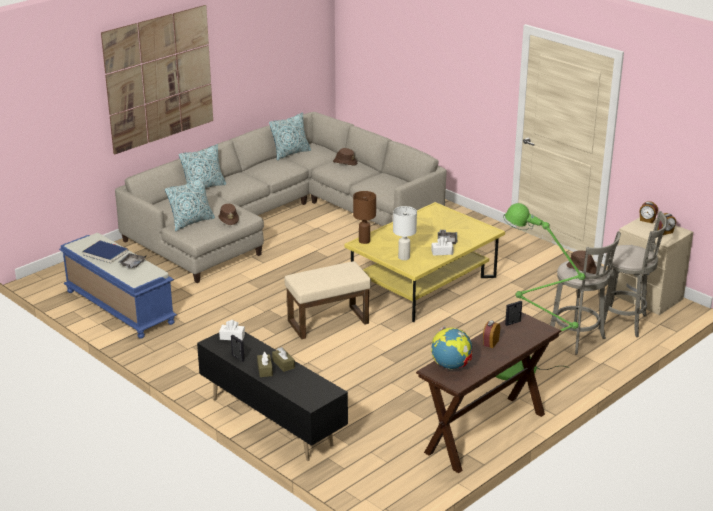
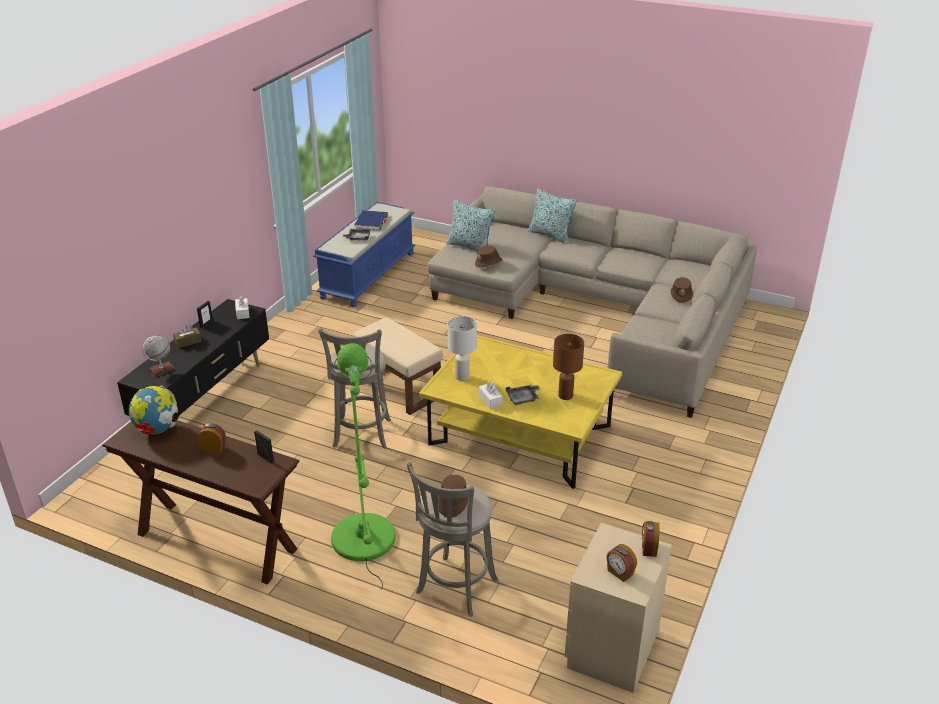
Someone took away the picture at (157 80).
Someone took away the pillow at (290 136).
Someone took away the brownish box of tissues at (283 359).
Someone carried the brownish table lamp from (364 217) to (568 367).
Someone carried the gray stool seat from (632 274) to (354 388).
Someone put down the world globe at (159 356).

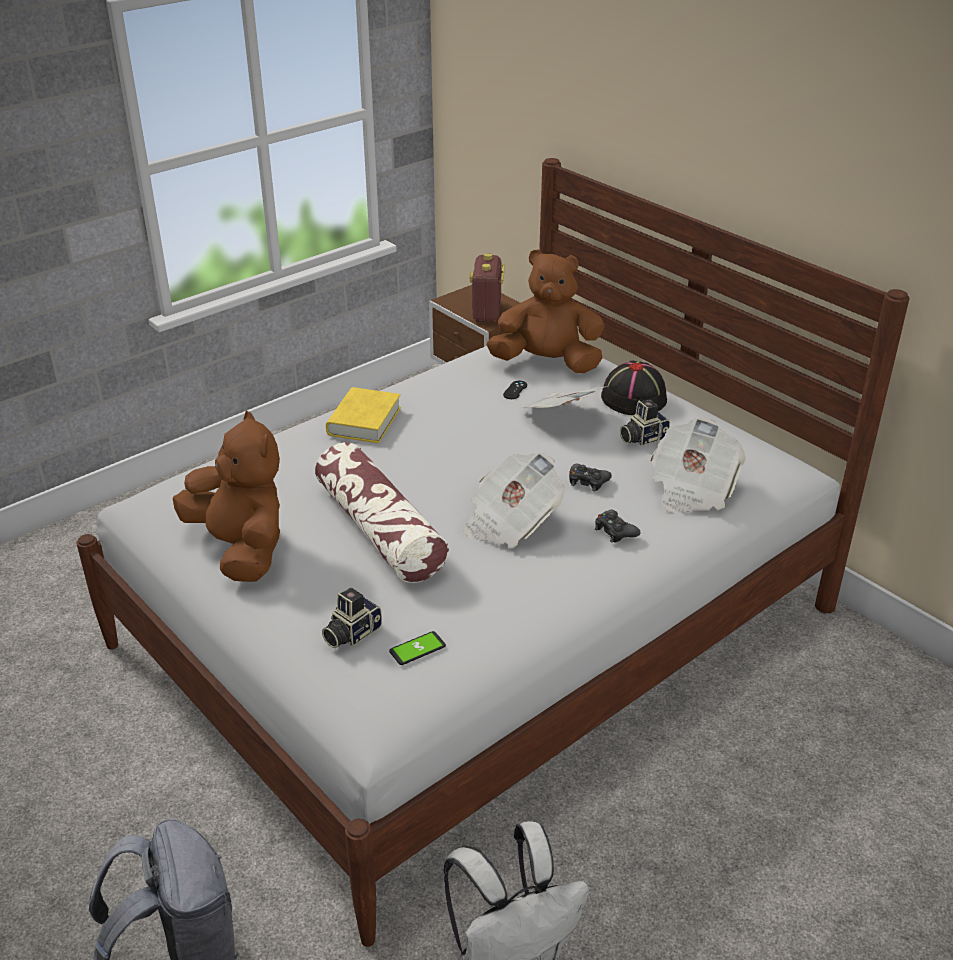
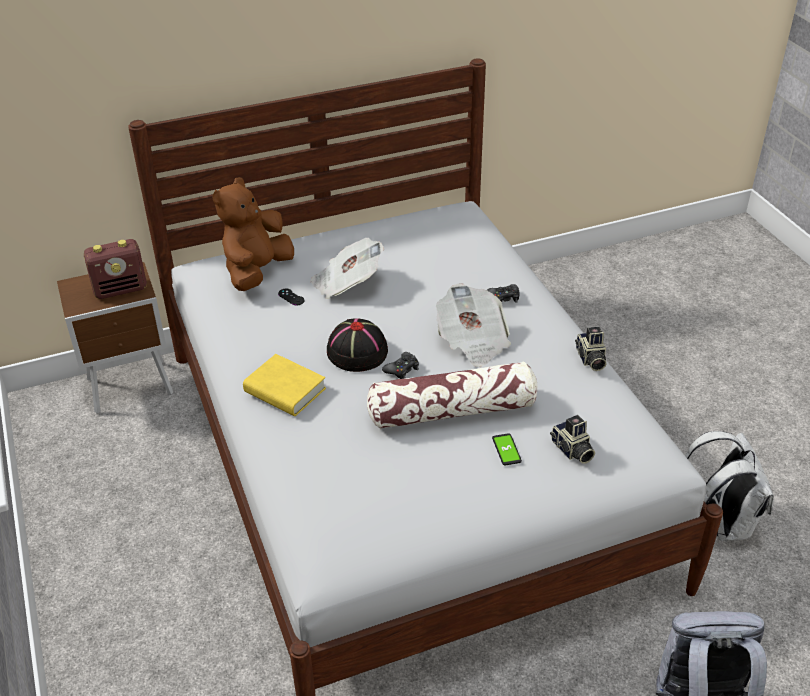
Someone took away the brownish cuddly toy at (226 496).
Someone carried the phone from (417 648) to (507 449).
Someone rotated the radio at (487 287) by 45 degrees counterclockwise.
Someone carried the black game controller from (590 478) to (400 365).
Someone carried the black hat from (634 388) to (357 345).
Someone carried the photo camera from (645 423) to (591 349).
Someone took away the printed paper at (698 465).

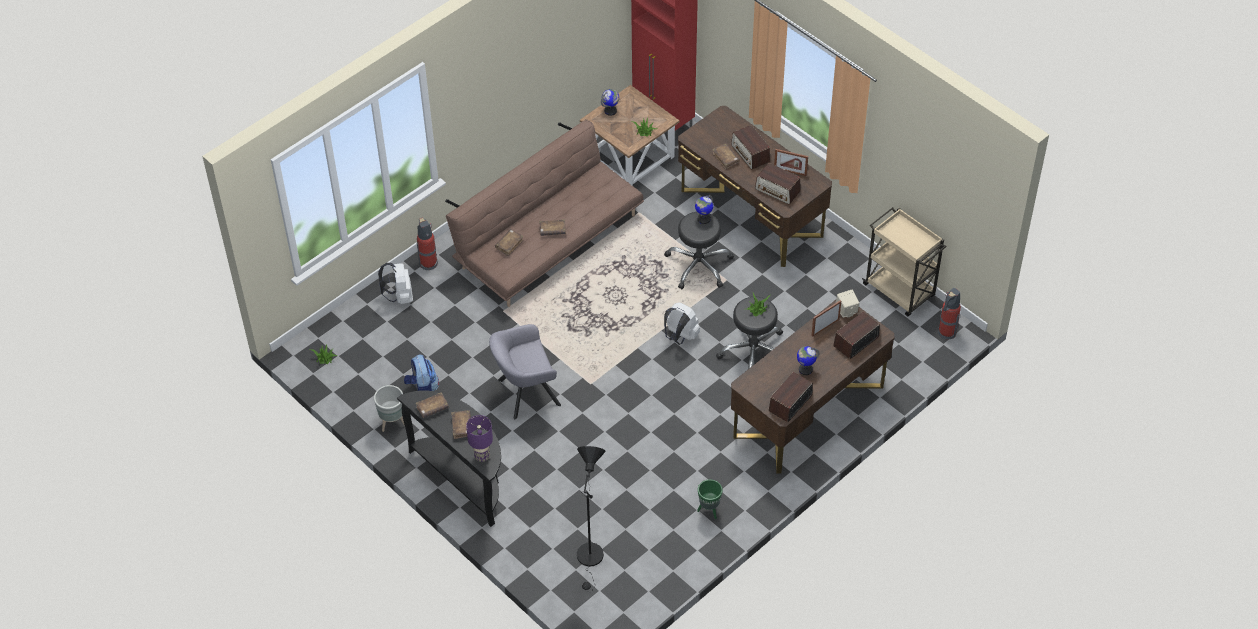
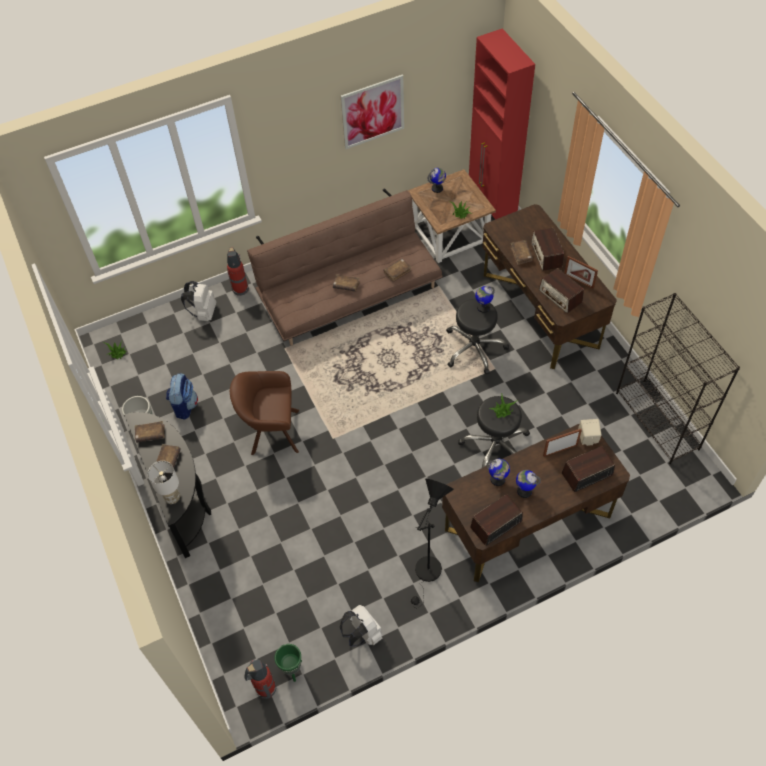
Someone repainted the purple table lamp at (479 438), which became the whitish table lamp at (163 482).
Someone repainted the gray easy chair at (525 371), which became the brownish easy chair at (264 413).
Someone carried the brownish volume from (509 242) to (397 270).
Someone carried the black floor lamp from (591 519) to (432 543).
Someone carried the whitish rucksack from (682 323) to (361 626).
Someone carried the green-coloured flower pot from (710 499) to (288 663).
Someone swapped the beige cart at (904 261) for the black bookcase at (678 378).
Someone carried the fire extinguisher from (949 314) to (260 679).
Someone put up the picture at (372 112).
Someone put down the world globe at (498 472).

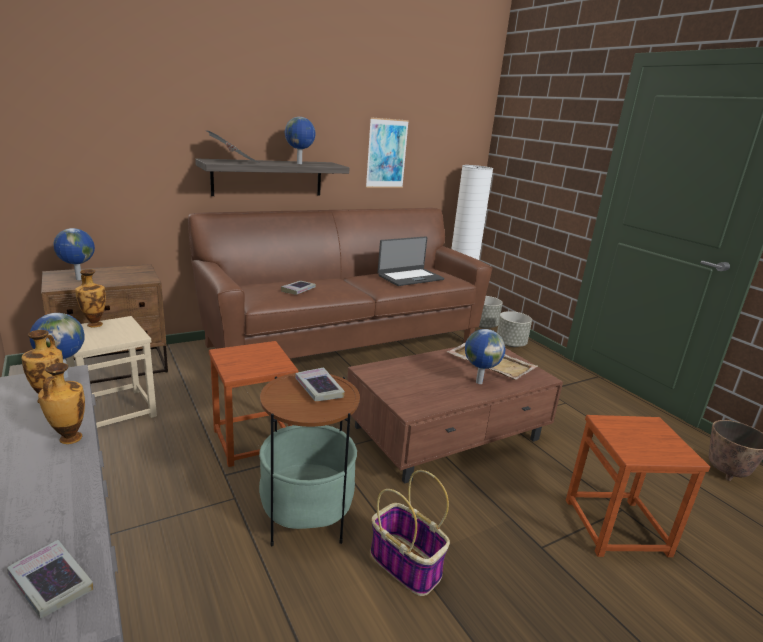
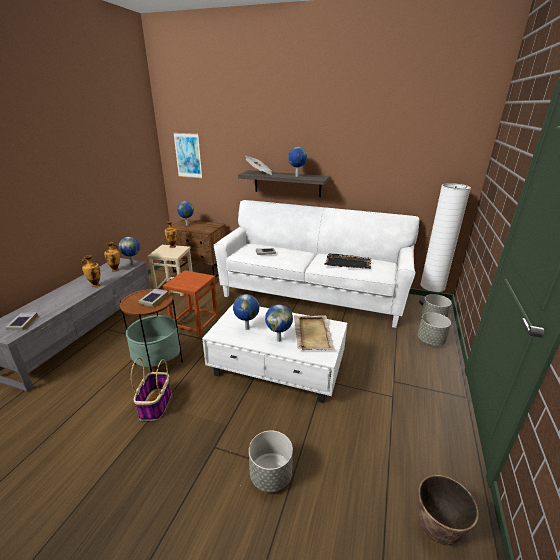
Someone repainted the brownish sofa at (340 298), which became the whitish sofa at (316 264).
Someone repainted the brownish low table at (455 415), which became the whitish low table at (274 353).
Someone carried the picture from (387 152) to (187 155).
Someone swapped the portable computer at (411 261) for the black serving tray at (347 261).
Someone swapped the brownish stool seat at (638 486) for the gray flower pot at (271 461).
Someone put down the world globe at (246 312).

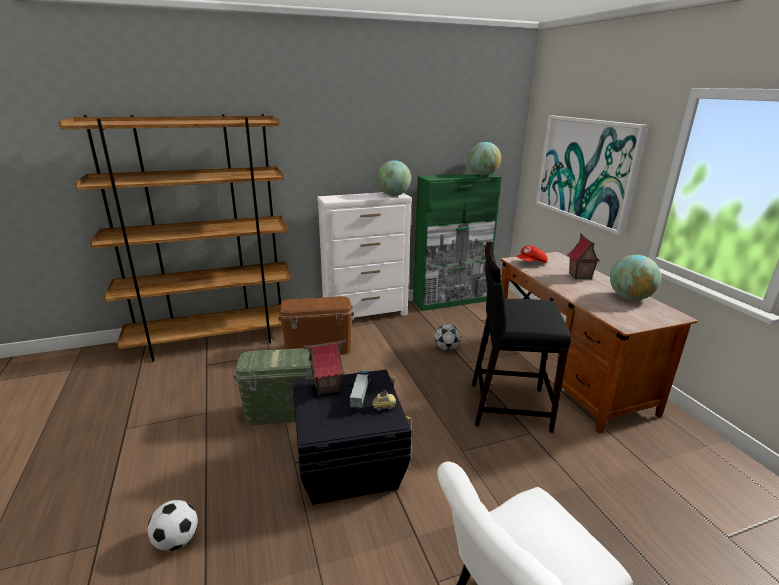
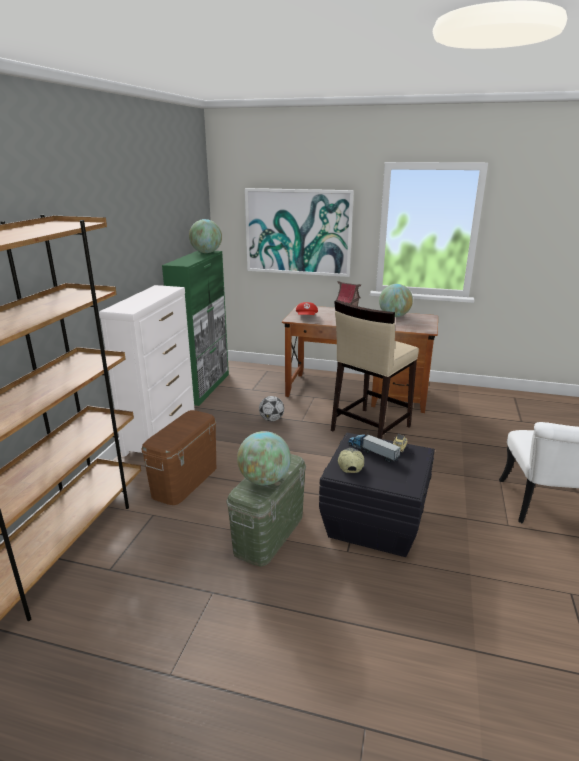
Someone took away the ball for football at (172 525).
Someone swapped the miniature house at (324 367) for the peaked cap at (351 460).
Someone carried the world globe from (394 178) to (264 458).
Someone repainted the black stool seat at (521 337), which became the beige stool seat at (375 369).

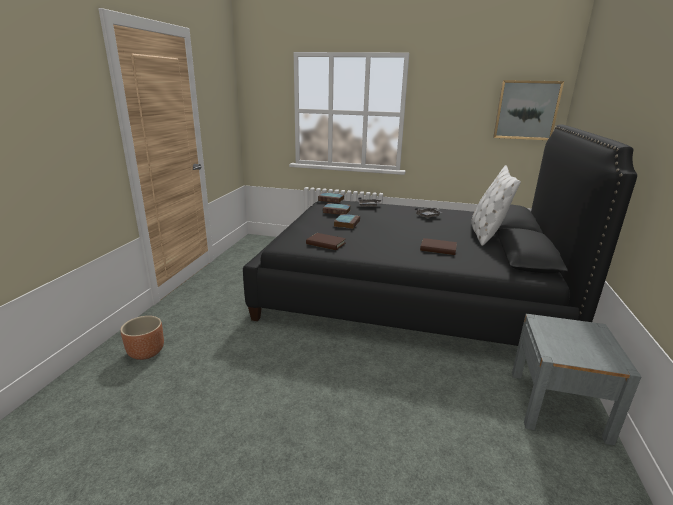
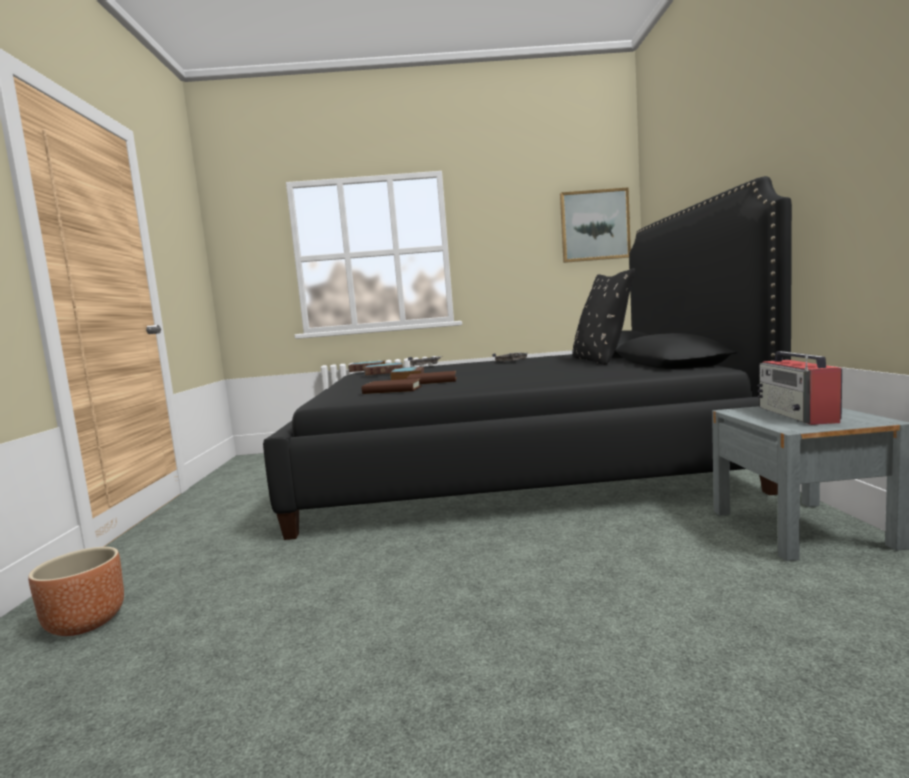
Someone carried the brownish volume from (438 246) to (431 377).
Someone repainted the whitish pillow at (496 205), which became the black pillow at (603 316).
Someone put down the radio at (799 388).

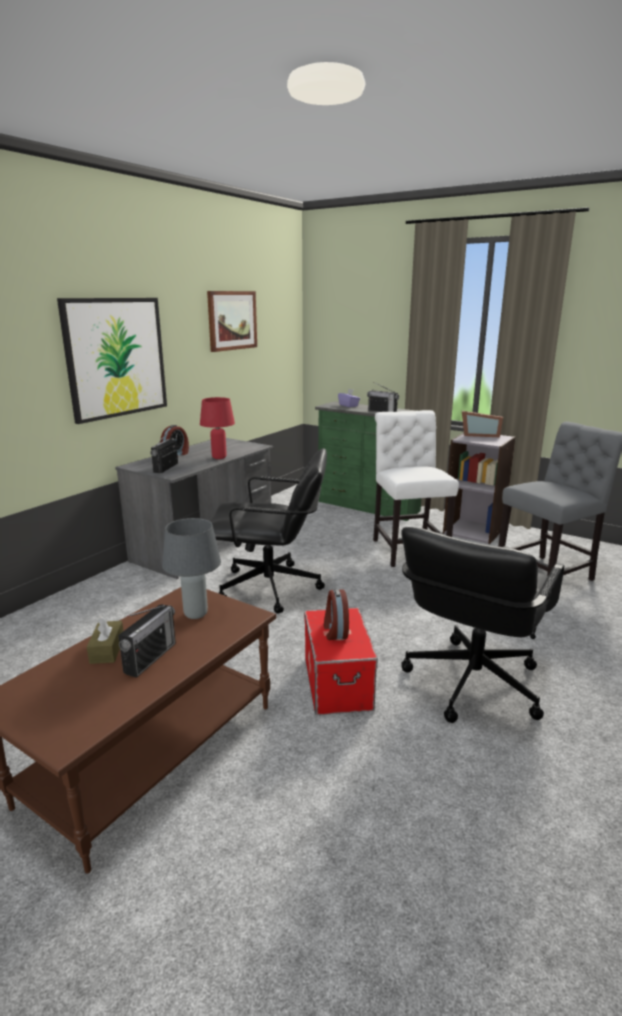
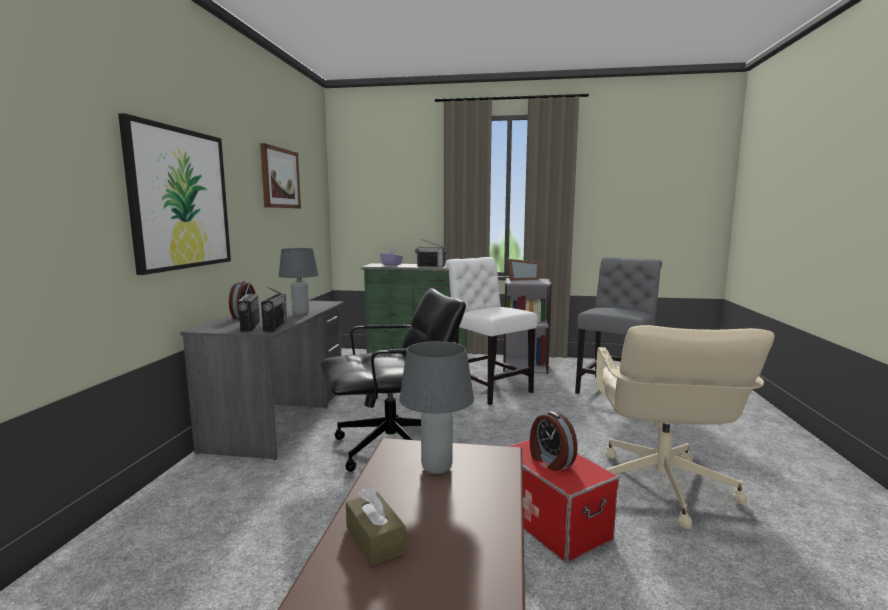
Someone carried the radio from (147 641) to (274 309).
Someone repainted the red-coloured table lamp at (217 428), which became the gray table lamp at (299 281).
Someone repainted the black computer chair at (482 625), which became the beige computer chair at (685 427).

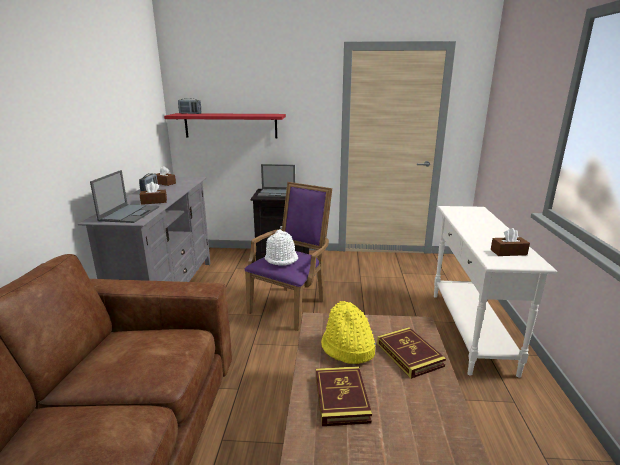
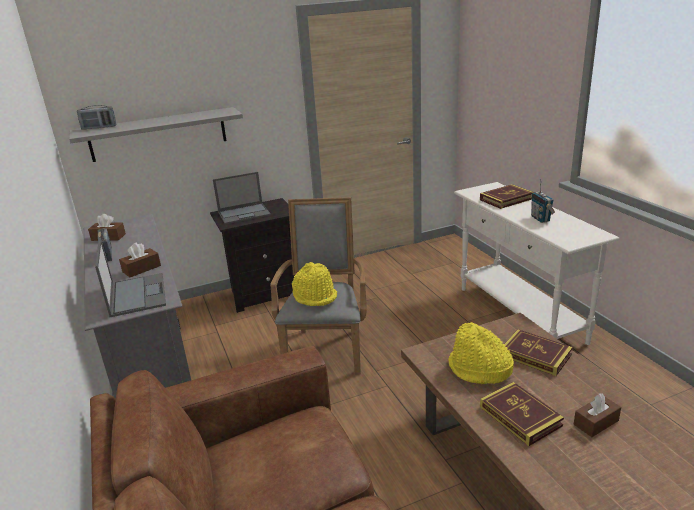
Someone repainted the red-coloured wall shelf at (225 125), which became the gray wall shelf at (156 134).
Someone repainted the purple easy chair at (288 256), which became the gray easy chair at (318 285).
Someone repainted the whitish hat at (281 248), which became the yellow-coloured hat at (314 284).
Someone carried the brownish box of tissues from (510 242) to (597 415).
Someone put down the volume at (507 196).
Someone put down the radio at (543 201).

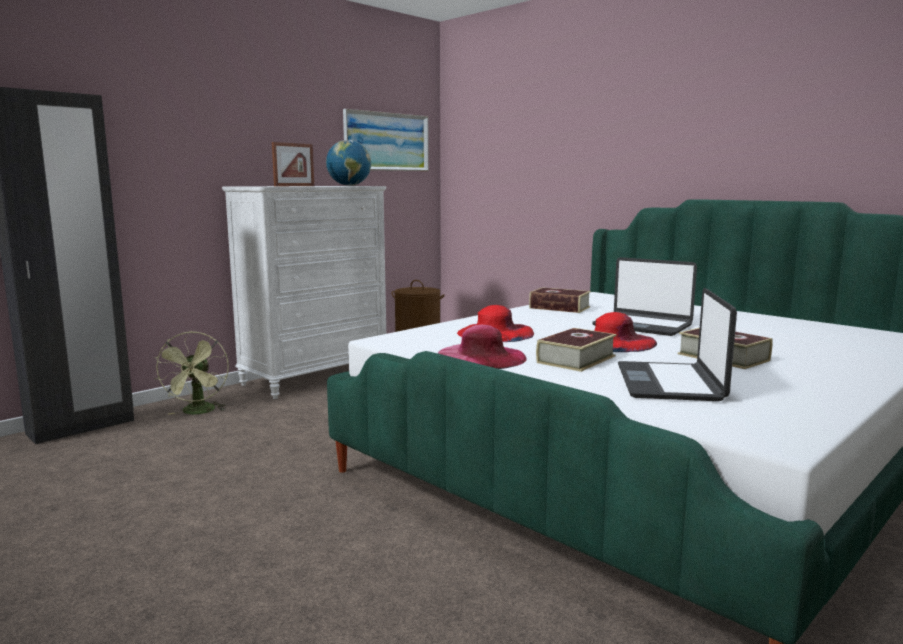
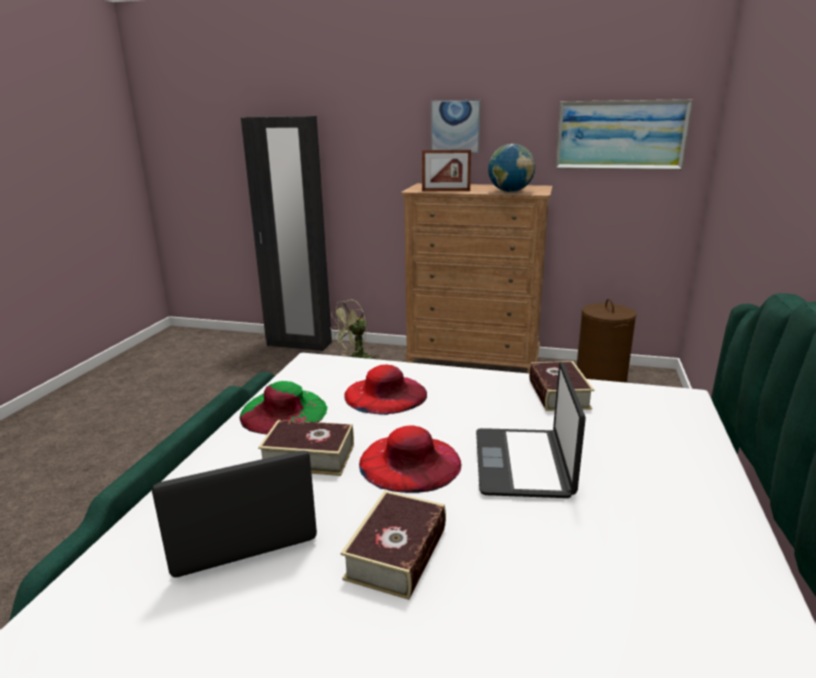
Someone repainted the whitish dresser at (304 292), which became the brownish dresser at (477 278).
Someone repainted the pink hat at (482 347), which became the green-coloured hat at (283 407).
Someone put up the picture at (456 126).

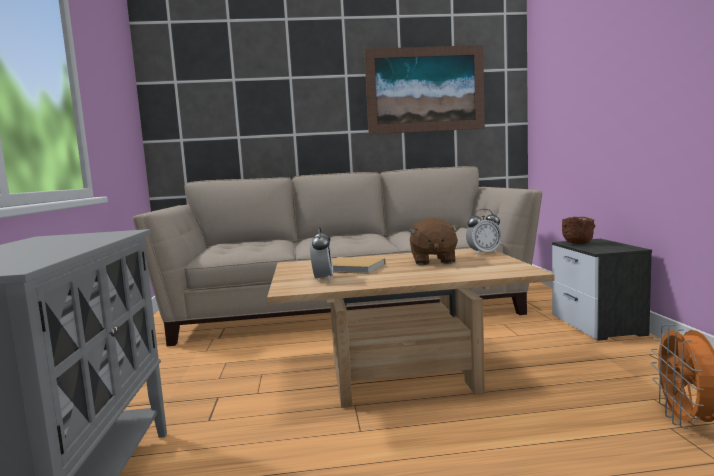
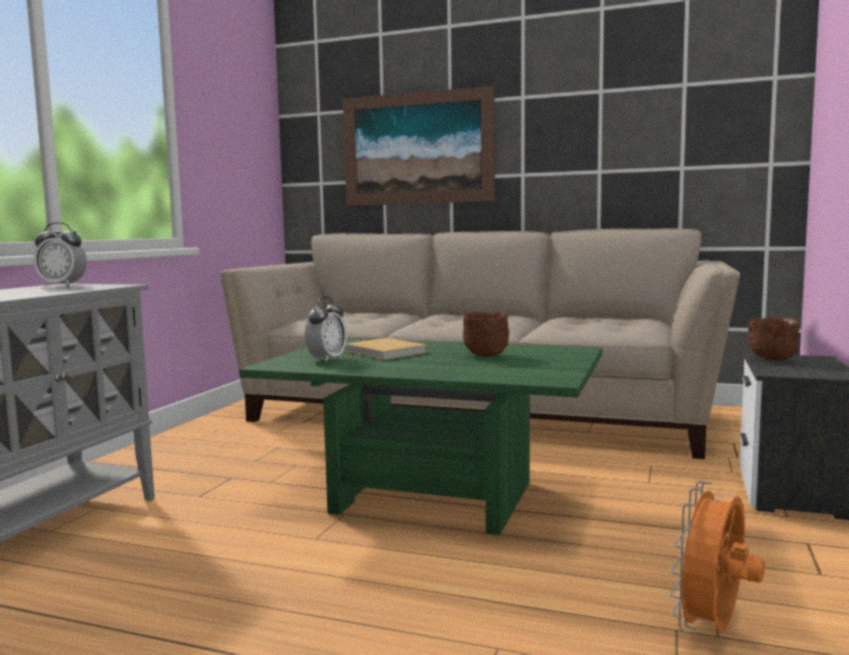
Someone repainted the beige low table at (411 328), which became the green-coloured low table at (420 436).
Someone carried the picture from (424 89) to (419 146).
Someone swapped the brownish cuddly toy at (434 241) for the brownish deep dish at (486 334).
Someone carried the bedside clock from (484 232) to (60 254).

